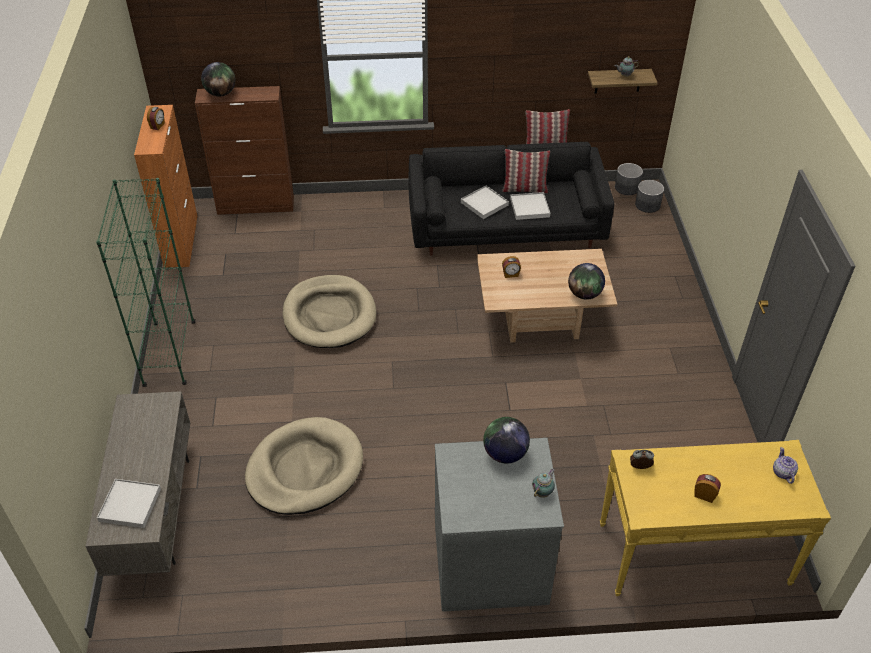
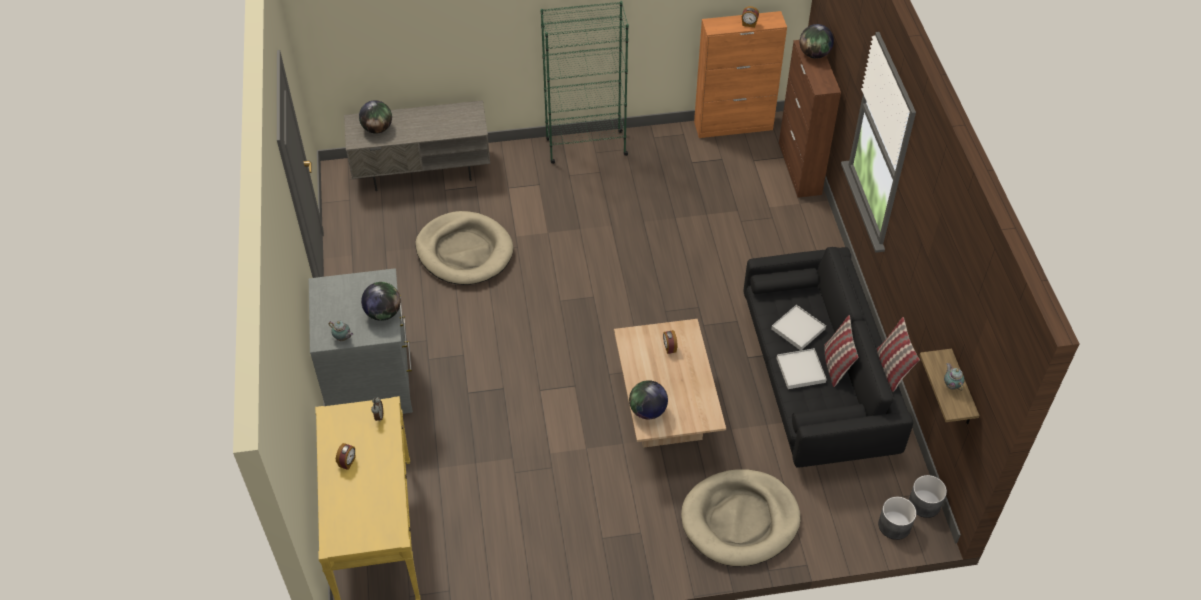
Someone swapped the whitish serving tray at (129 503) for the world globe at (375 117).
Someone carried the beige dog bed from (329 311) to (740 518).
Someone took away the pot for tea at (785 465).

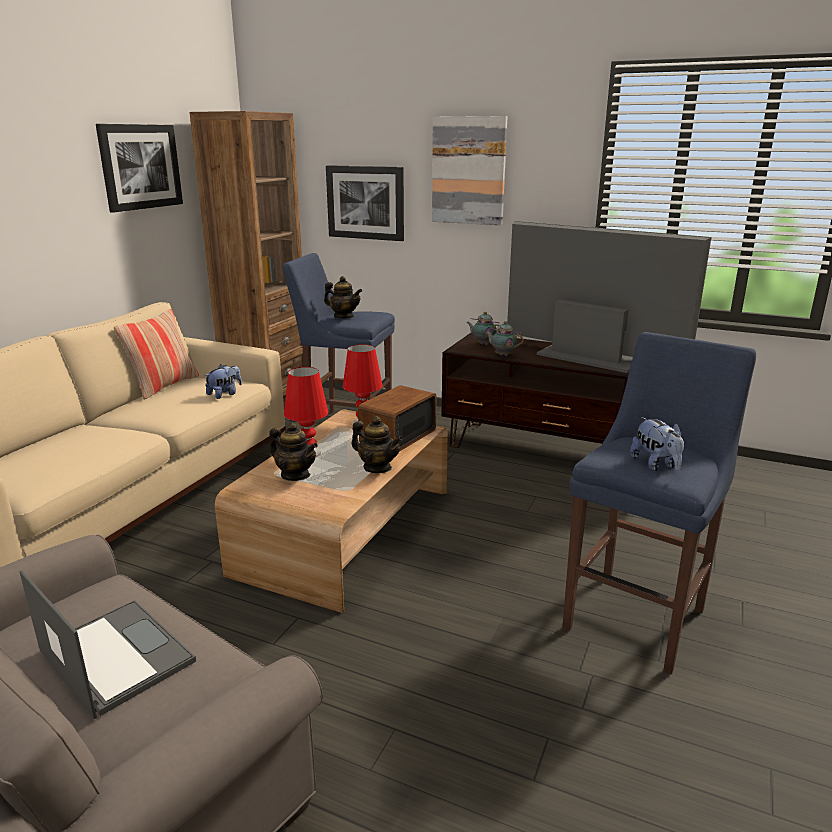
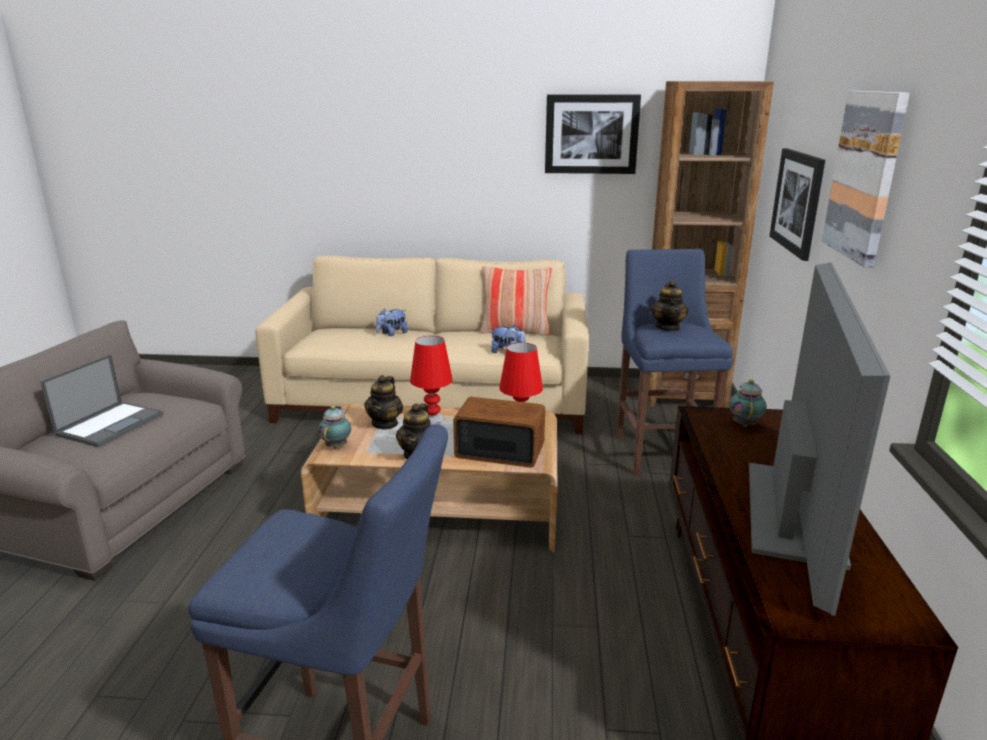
Someone carried the pot for tea from (504 338) to (334 427).
Someone carried the cuddly toy from (657 444) to (392 322).

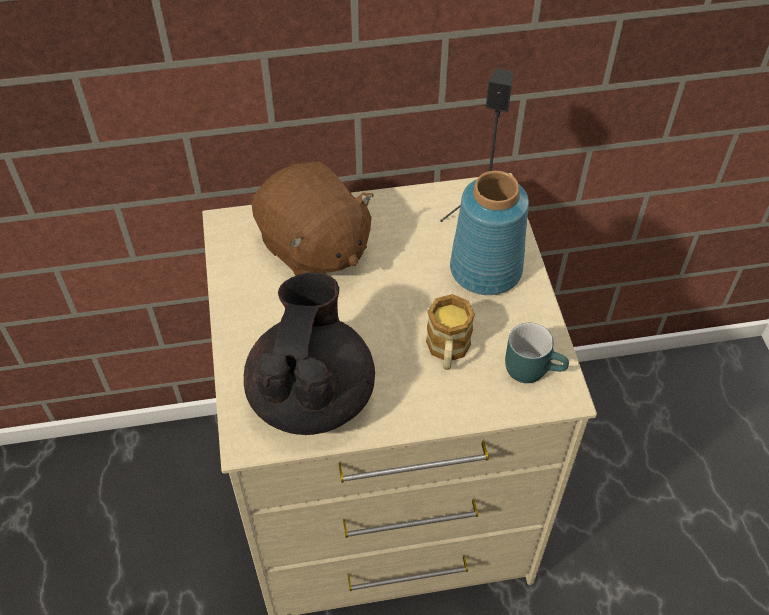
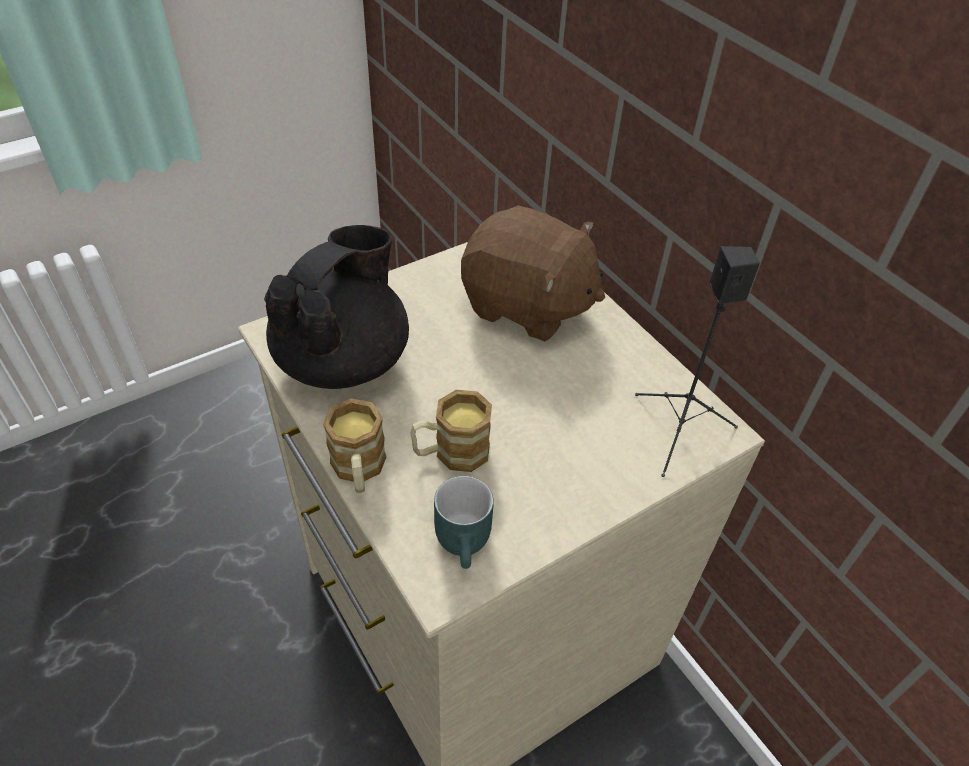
Someone rotated the black pot for tea at (309 354) by 45 degrees counterclockwise.
Someone rotated the brownish cuddly toy at (312 218) by 90 degrees counterclockwise.
Someone took away the bluish flower vase at (489 233).
Someone put down the coffee mug at (354 445).

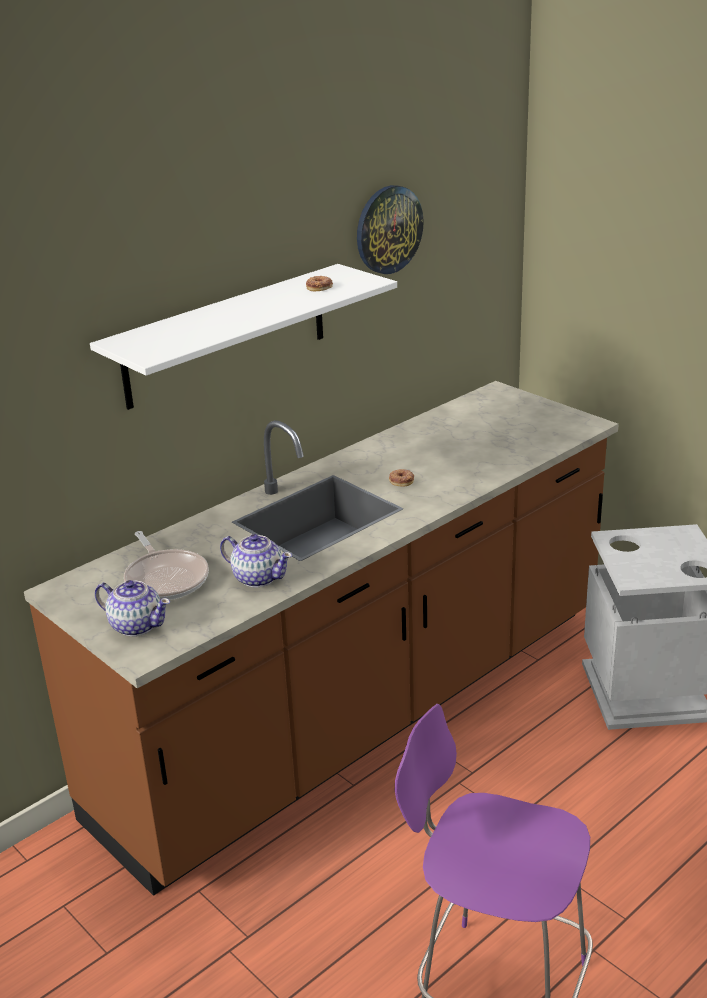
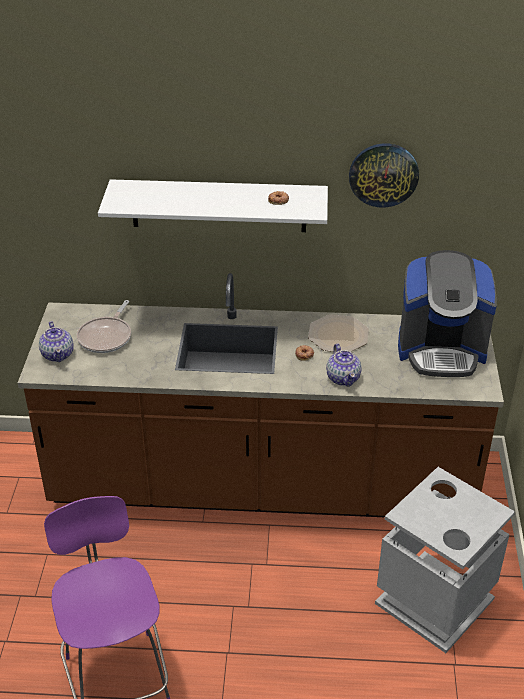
Someone carried the pot for tea from (256 560) to (344 365).
Someone put down the plate at (338 333).
Someone put down the coffee machine at (447 313).

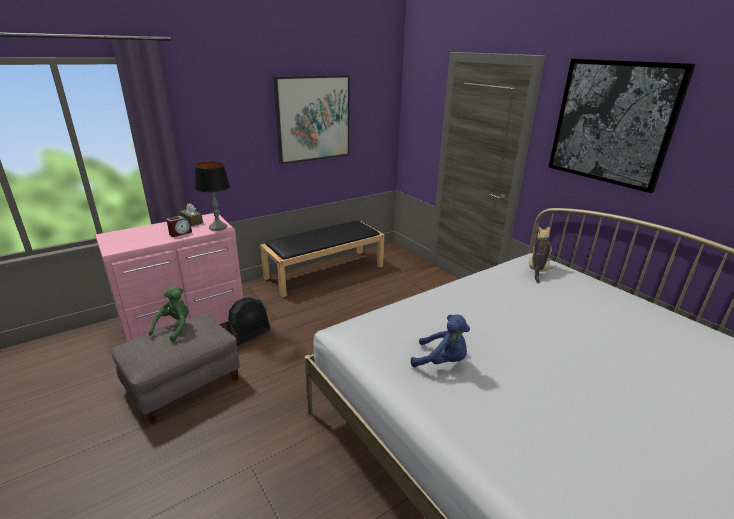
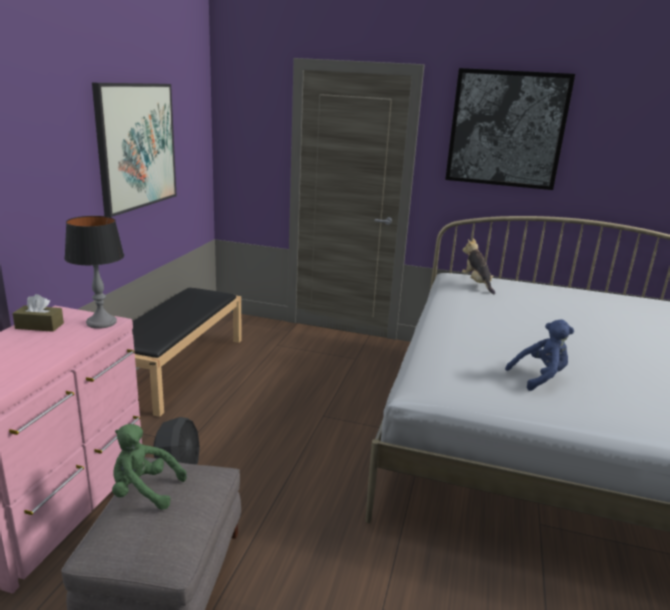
Someone rotated the green-coloured cuddly toy at (169 314) by 60 degrees counterclockwise.
Someone took away the bedside clock at (179 226).

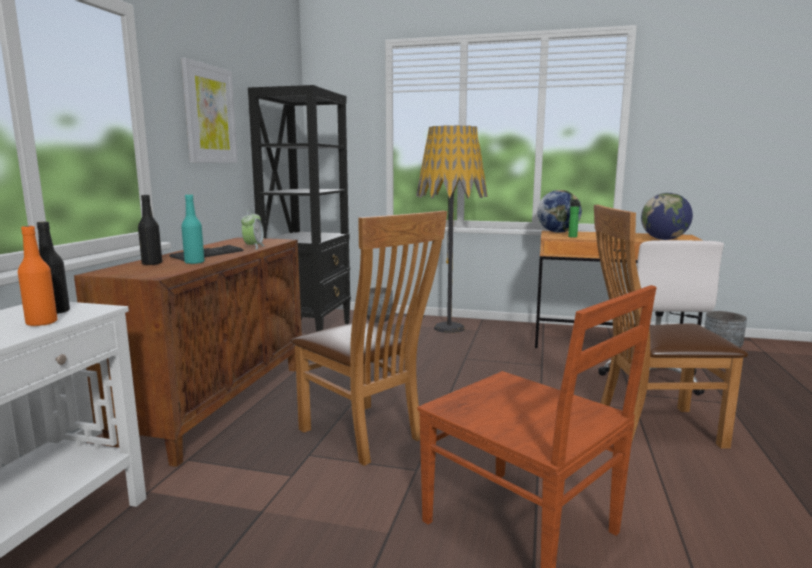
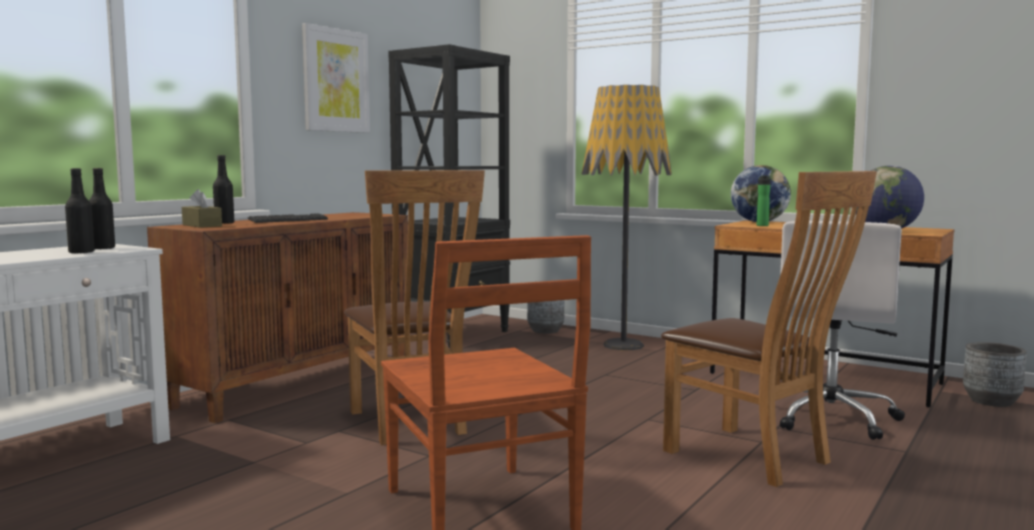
Someone repainted the orangey bottle at (38 276), which became the black bottle at (80 211).
Someone took away the turquoise-coloured bottle at (193 229).
Someone took away the bedside clock at (253 230).
Someone rotated the brownish plain chair at (671 327) by 150 degrees counterclockwise.
Someone put down the brownish box of tissues at (202 208).

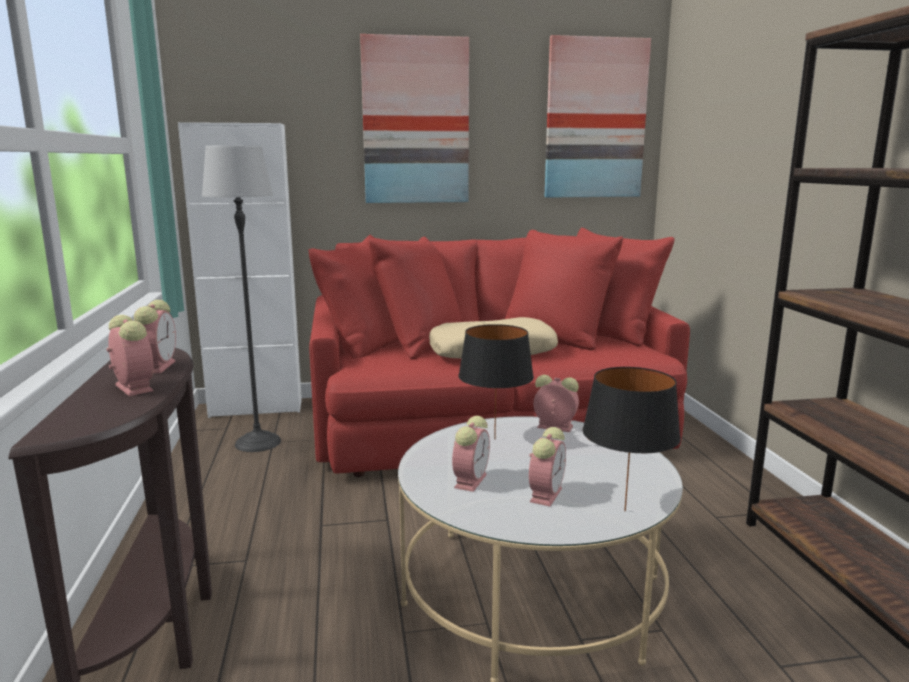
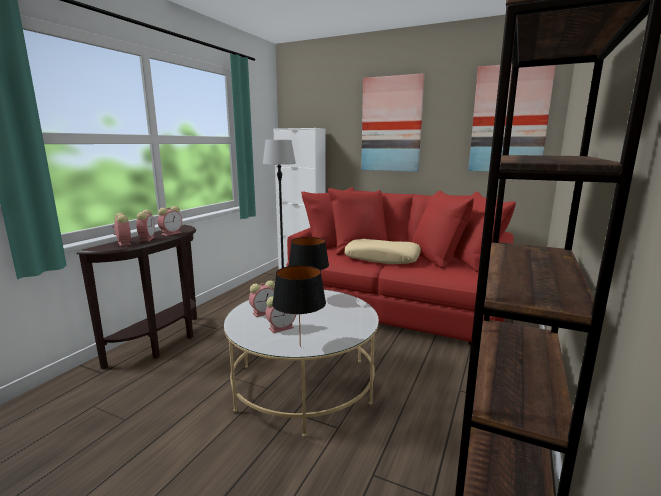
Someone carried the bedside clock from (556 403) to (121 229).

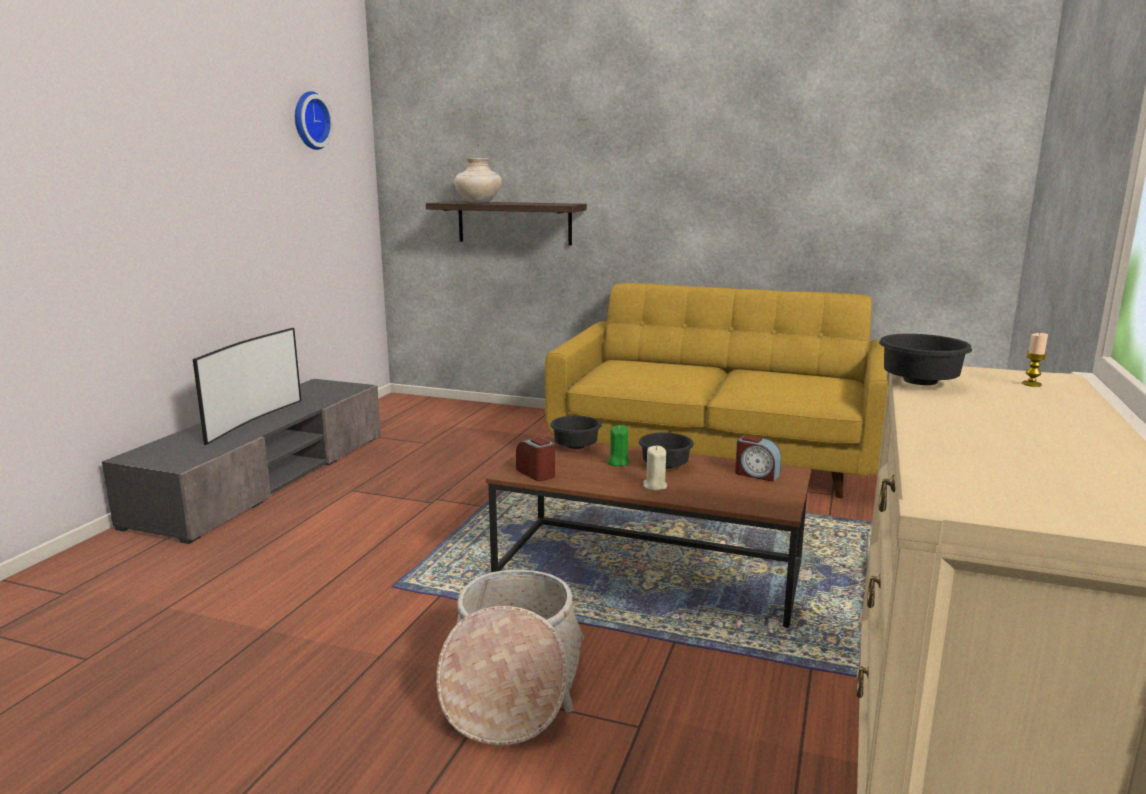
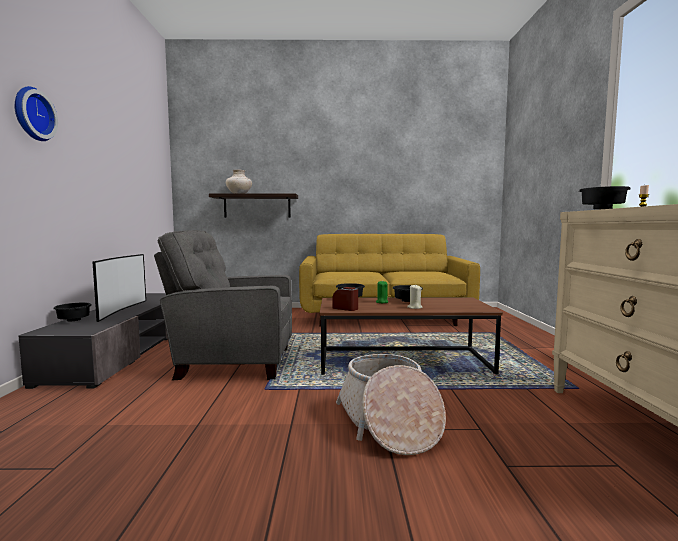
Someone carried the wall clock from (314 120) to (36 113).
Someone took away the bedside clock at (758 458).
Someone put down the black deep dish at (72 312).
Someone put down the gray easy chair at (223 305).

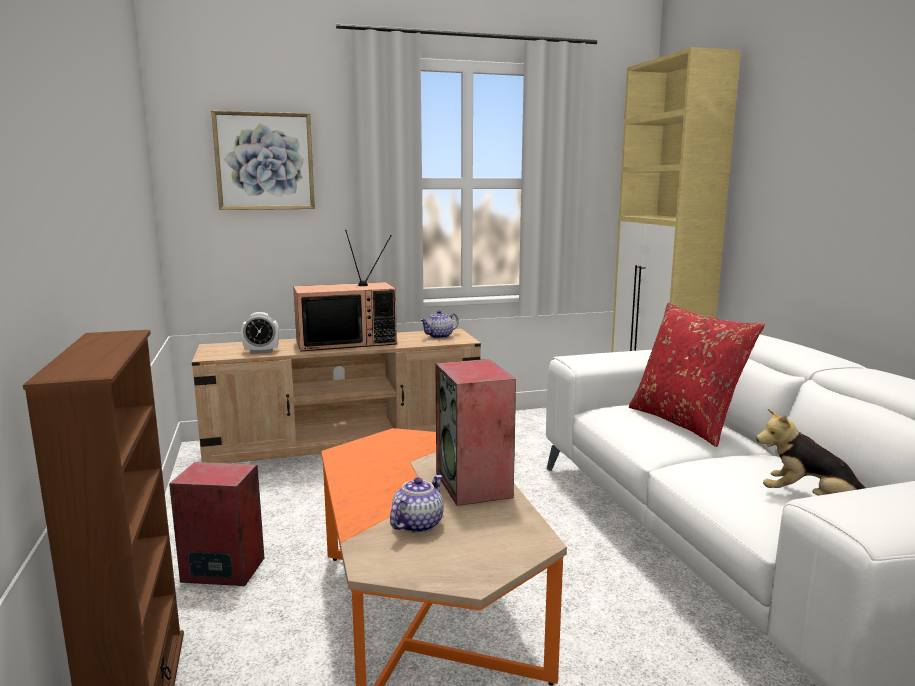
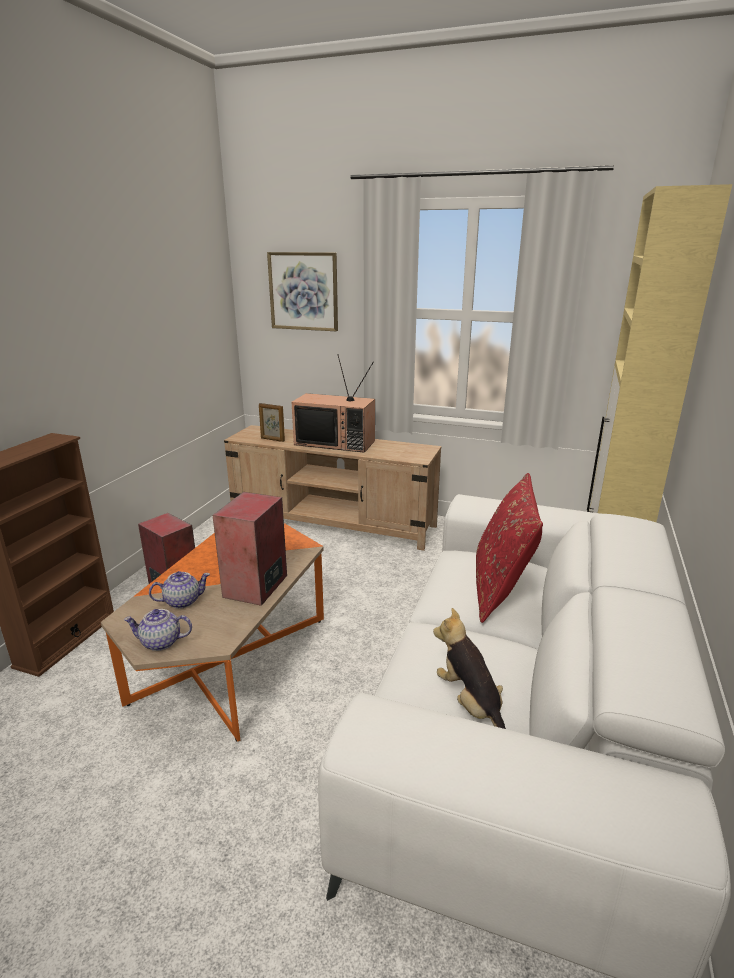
Someone swapped the bedside clock at (260 332) for the picture frame at (272 422).
Someone carried the pot for tea from (439 324) to (158 630).

